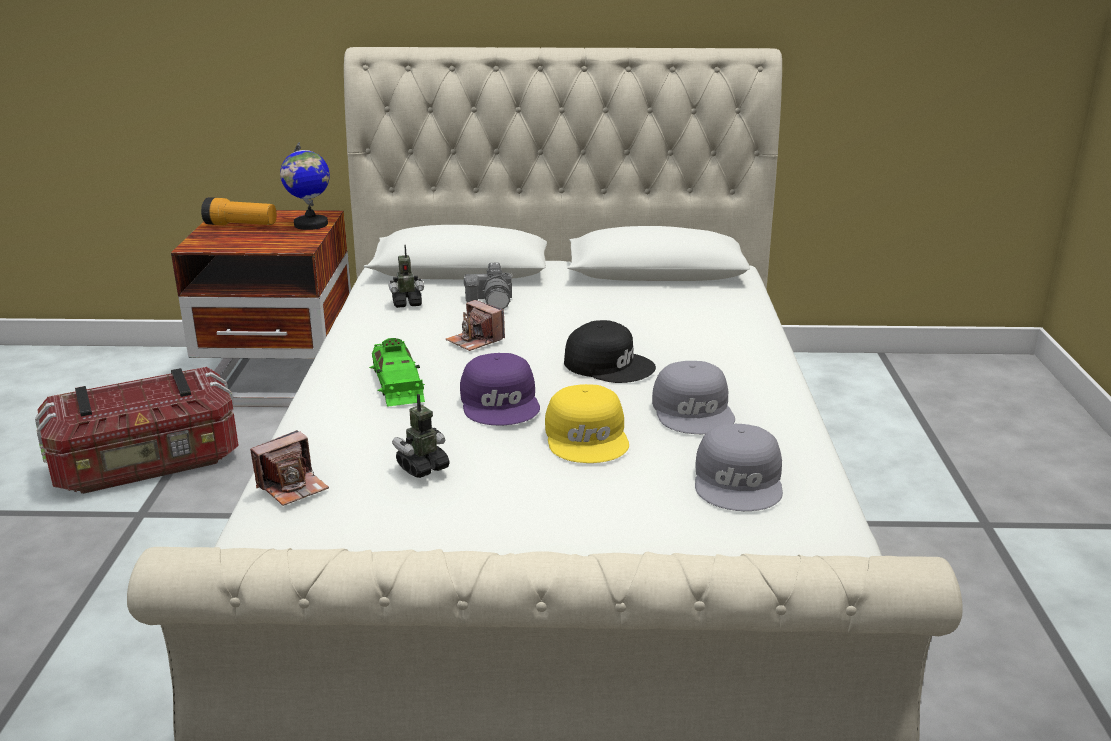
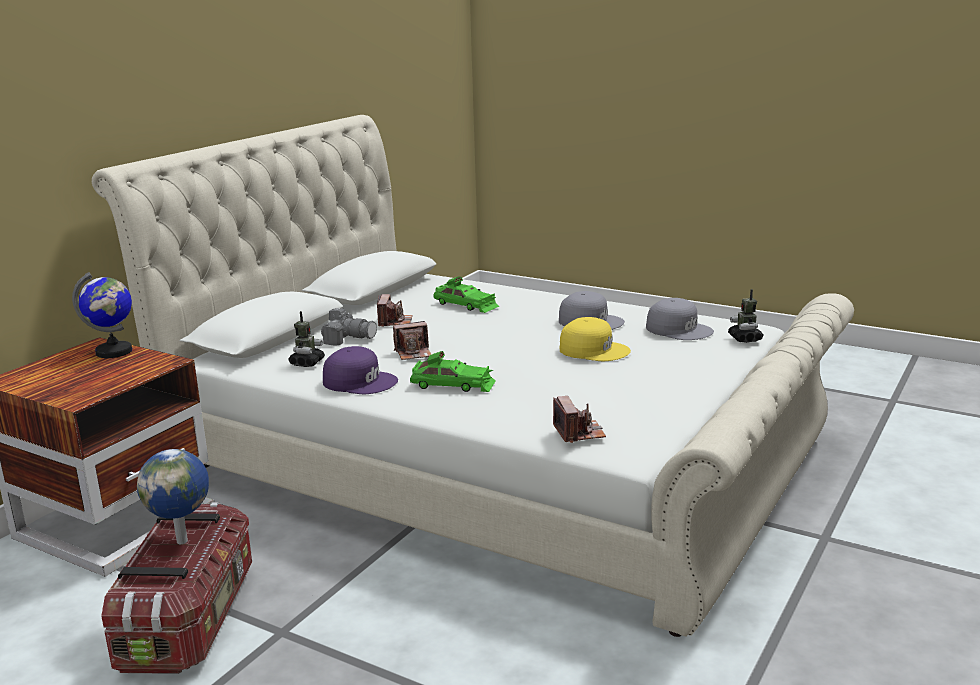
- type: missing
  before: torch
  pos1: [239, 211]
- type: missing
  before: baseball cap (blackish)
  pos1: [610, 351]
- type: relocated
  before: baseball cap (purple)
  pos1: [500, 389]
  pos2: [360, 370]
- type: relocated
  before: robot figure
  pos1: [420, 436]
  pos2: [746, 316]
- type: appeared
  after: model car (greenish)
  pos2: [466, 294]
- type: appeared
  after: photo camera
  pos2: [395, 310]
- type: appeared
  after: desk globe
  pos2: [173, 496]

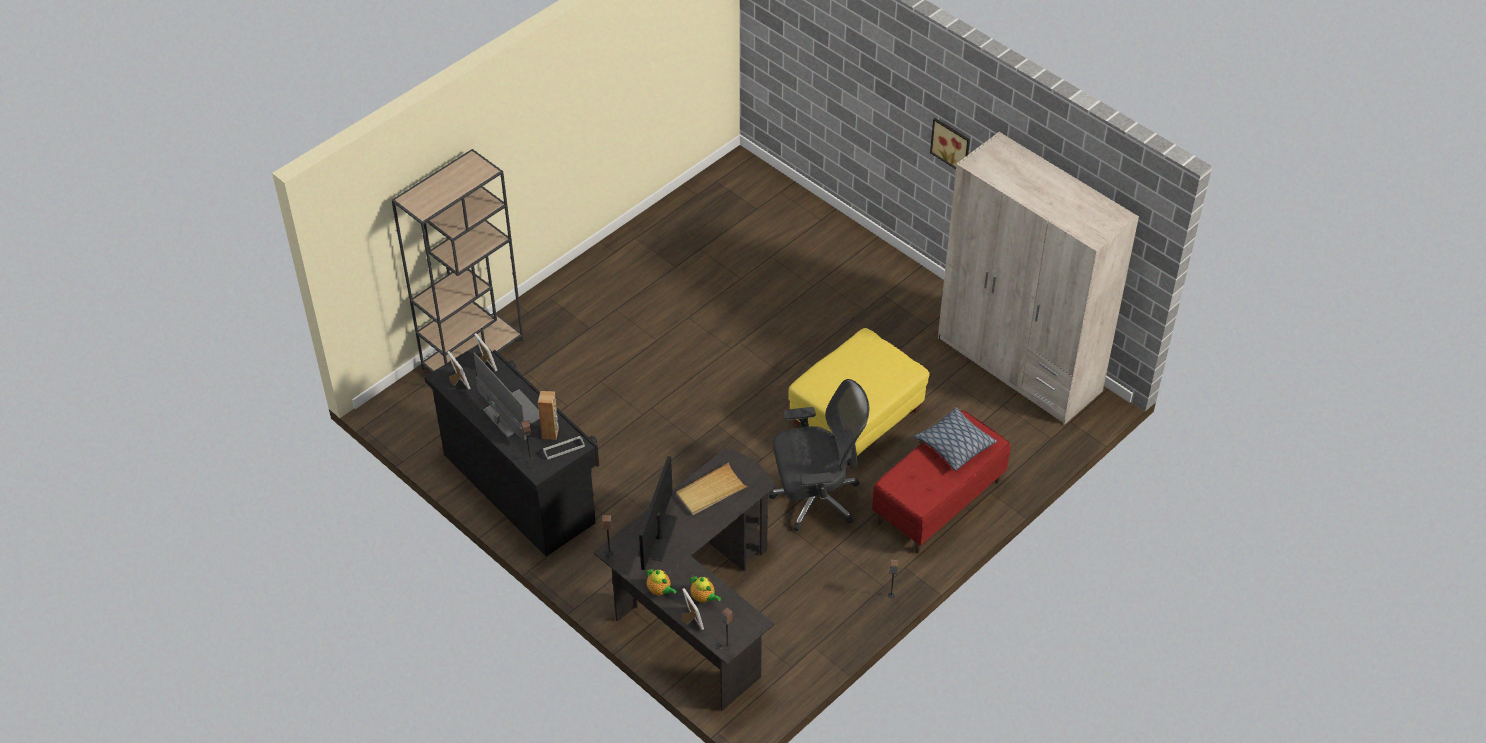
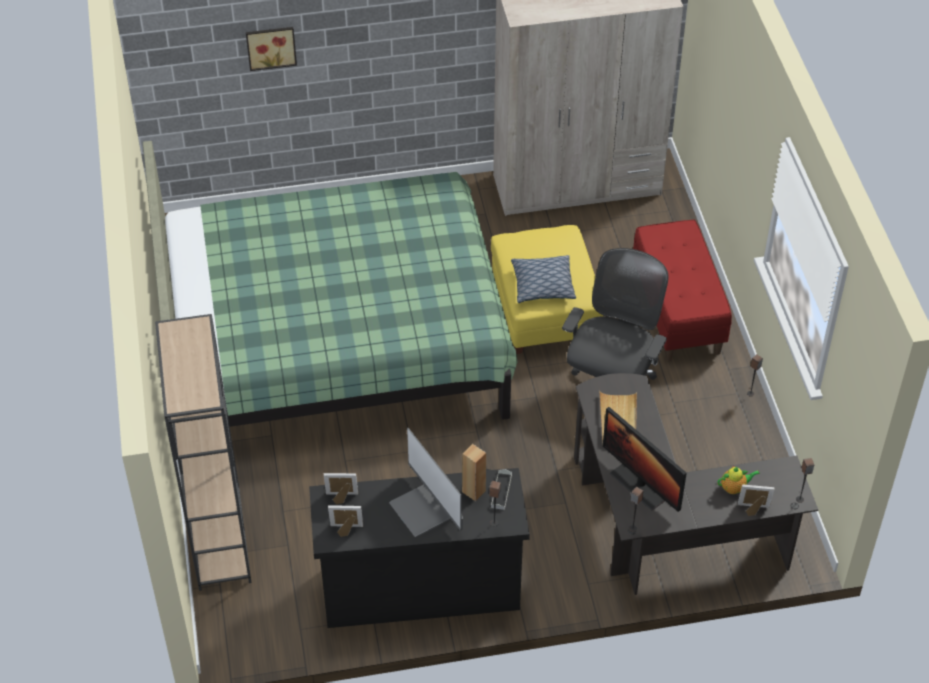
- type: relocated
  before: picture
  pos1: [950, 143]
  pos2: [271, 49]
- type: spun
  before: computer screen
  pos1: [507, 396]
  pos2: [426, 482]
  turn: -120
- type: relocated
  before: pillow
  pos1: [955, 439]
  pos2: [543, 279]
- type: missing
  before: pot for tea
  pos1: [661, 582]
- type: appeared
  after: bed (greenish)
  pos2: [330, 284]

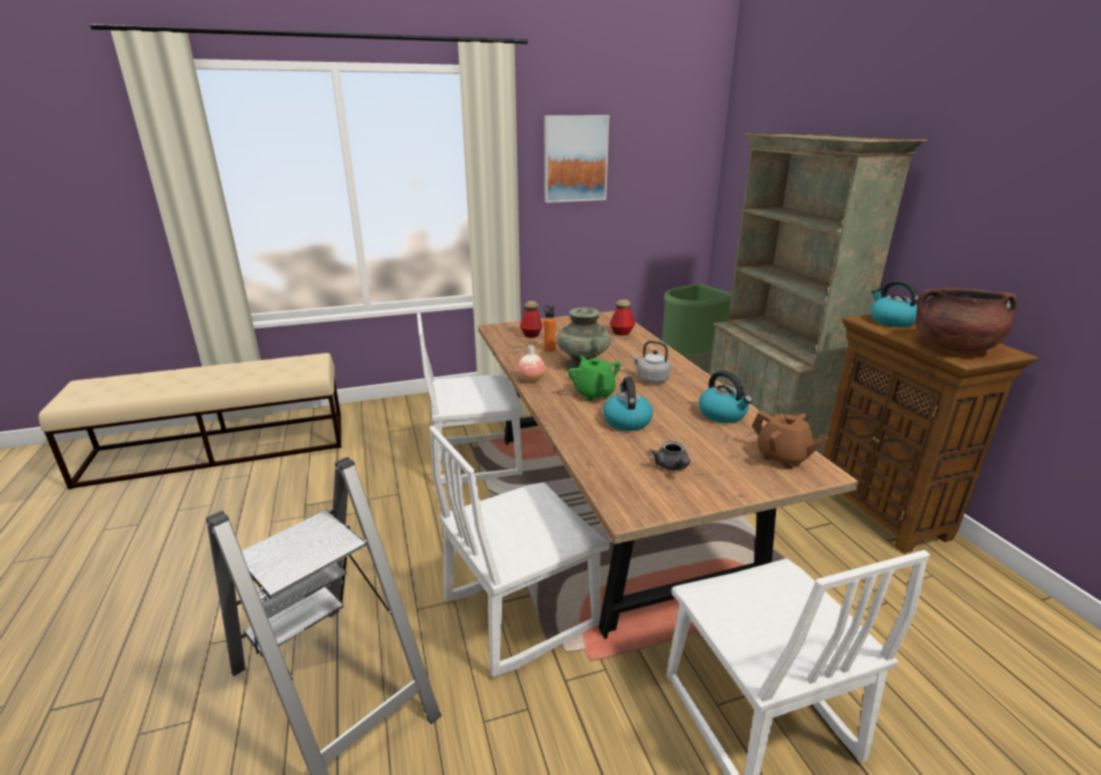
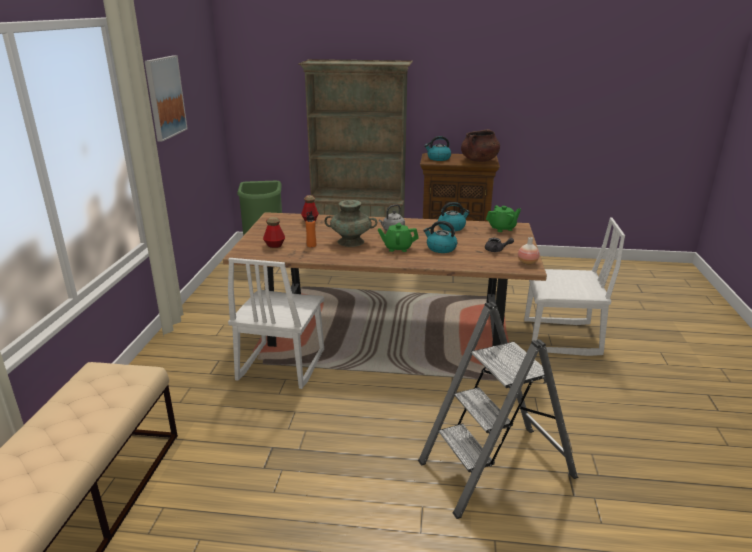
- type: relocated
  before: vase
  pos1: [531, 363]
  pos2: [529, 251]
- type: colour
  before: pot for tea (brown-coloured)
  after: pot for tea (greenish)
  pos1: [790, 439]
  pos2: [503, 218]
- type: missing
  before: plain chair (whitish)
  pos1: [519, 552]

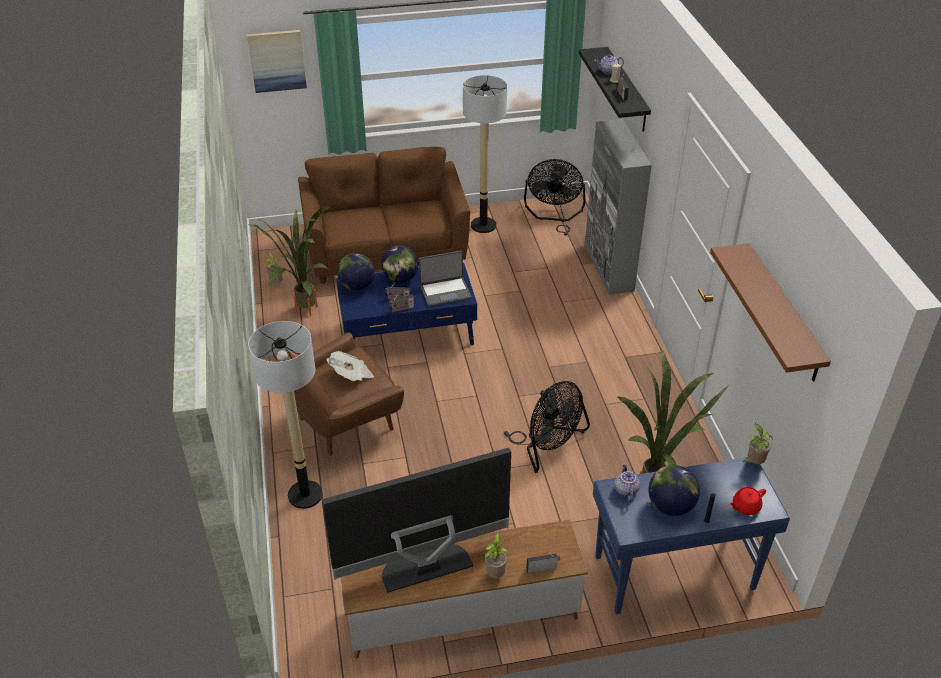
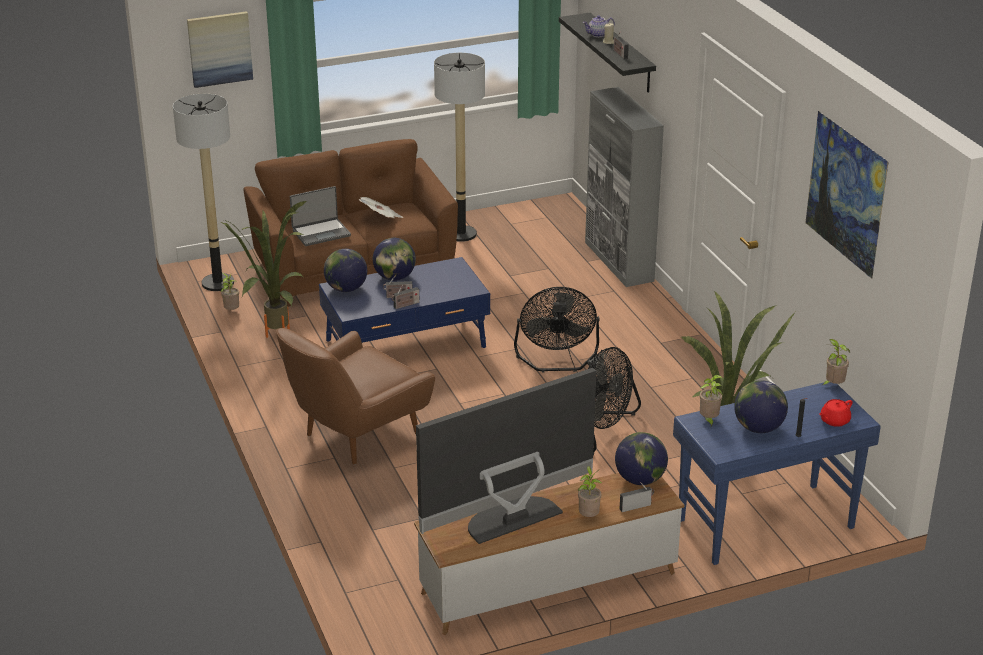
- type: relocated
  before: electric fan (blackish)
  pos1: [555, 197]
  pos2: [556, 330]
- type: exchanged
  before: wall shelf (brown-coloured)
  after: picture
  pos1: [770, 312]
  pos2: [847, 195]
- type: relocated
  before: laptop
  pos1: [445, 279]
  pos2: [320, 216]
- type: relocated
  before: standard lamp
  pos1: [285, 415]
  pos2: [203, 192]
- type: relocated
  before: newspaper
  pos1: [350, 366]
  pos2: [381, 207]
- type: exchanged
  before: pot for tea
  after: plant in a pot
  pos1: [627, 481]
  pos2: [711, 401]
- type: appeared
  after: desk globe
  pos2: [641, 458]

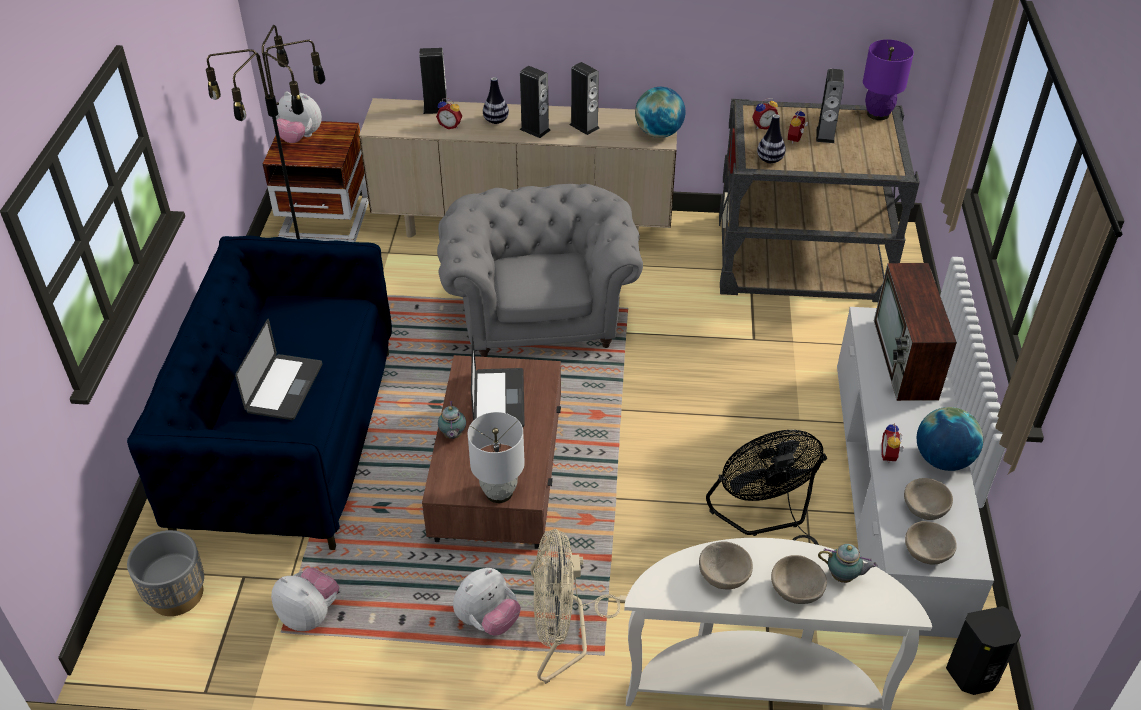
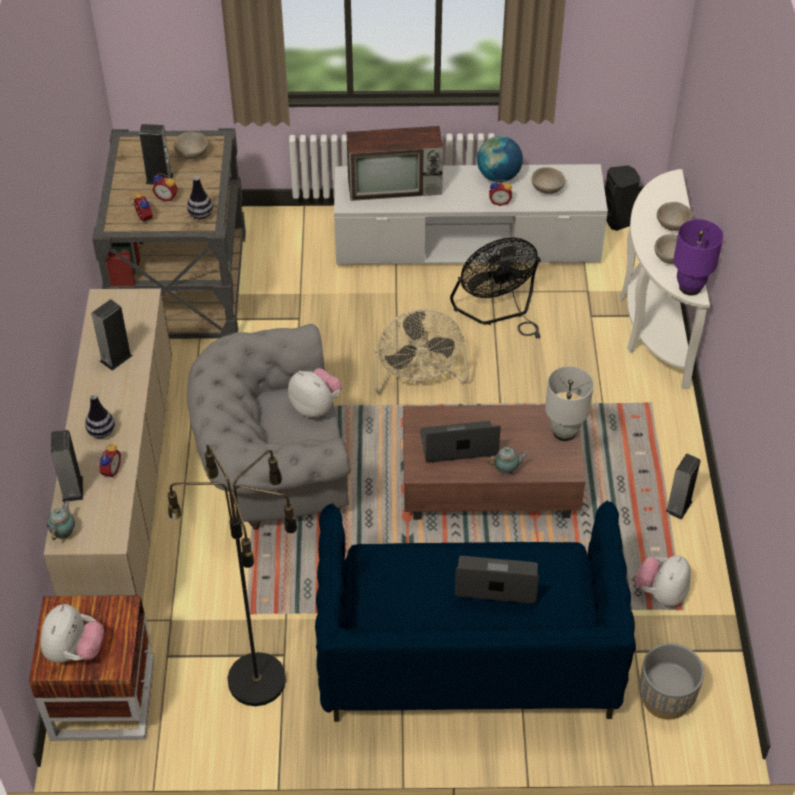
- type: relocated
  before: lamp for a table (purple)
  pos1: [888, 79]
  pos2: [698, 257]
- type: relocated
  before: speaker
  pos1: [535, 102]
  pos2: [683, 487]
- type: missing
  before: desk globe
  pos1: [660, 112]
- type: spun
  before: electric fan (blackish)
  pos1: [766, 487]
  pos2: [495, 288]
  turn: 90
- type: relocated
  before: deep dish (beige-coloured)
  pos1: [931, 543]
  pos2: [191, 145]
- type: relocated
  before: electric fan (beige-coloured)
  pos1: [578, 606]
  pos2: [421, 351]
- type: relocated
  before: pot for tea
  pos1: [848, 563]
  pos2: [61, 520]
- type: relocated
  before: cuddly toy
  pos1: [487, 602]
  pos2: [315, 392]

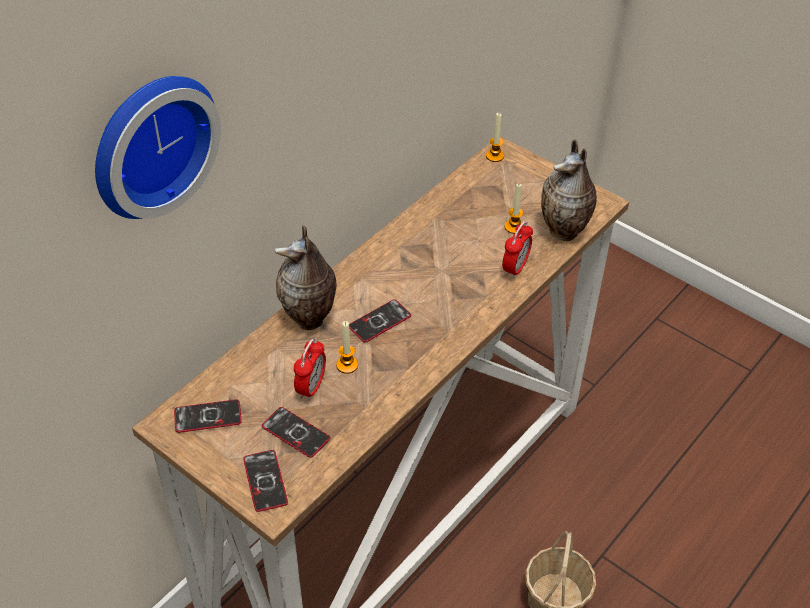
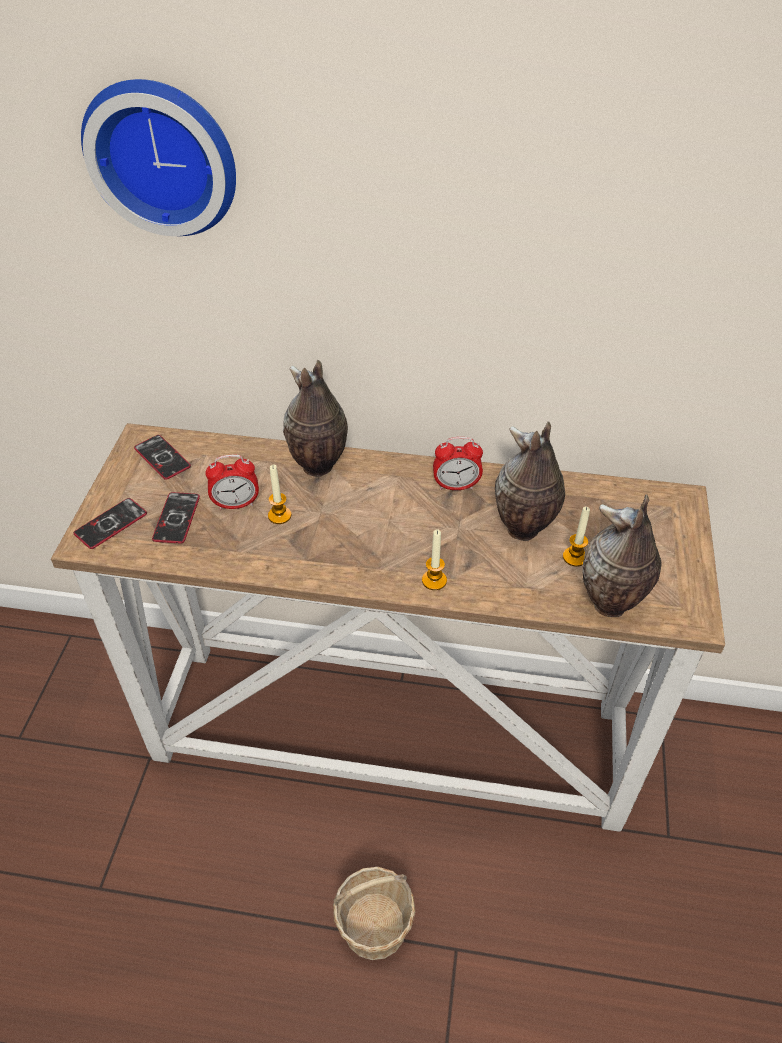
- type: relocated
  before: wax candle
  pos1: [495, 137]
  pos2: [434, 559]
- type: relocated
  before: bedside clock
  pos1: [517, 250]
  pos2: [458, 463]
- type: missing
  before: handset
  pos1: [380, 321]
- type: appeared
  after: vase
  pos2: [530, 481]

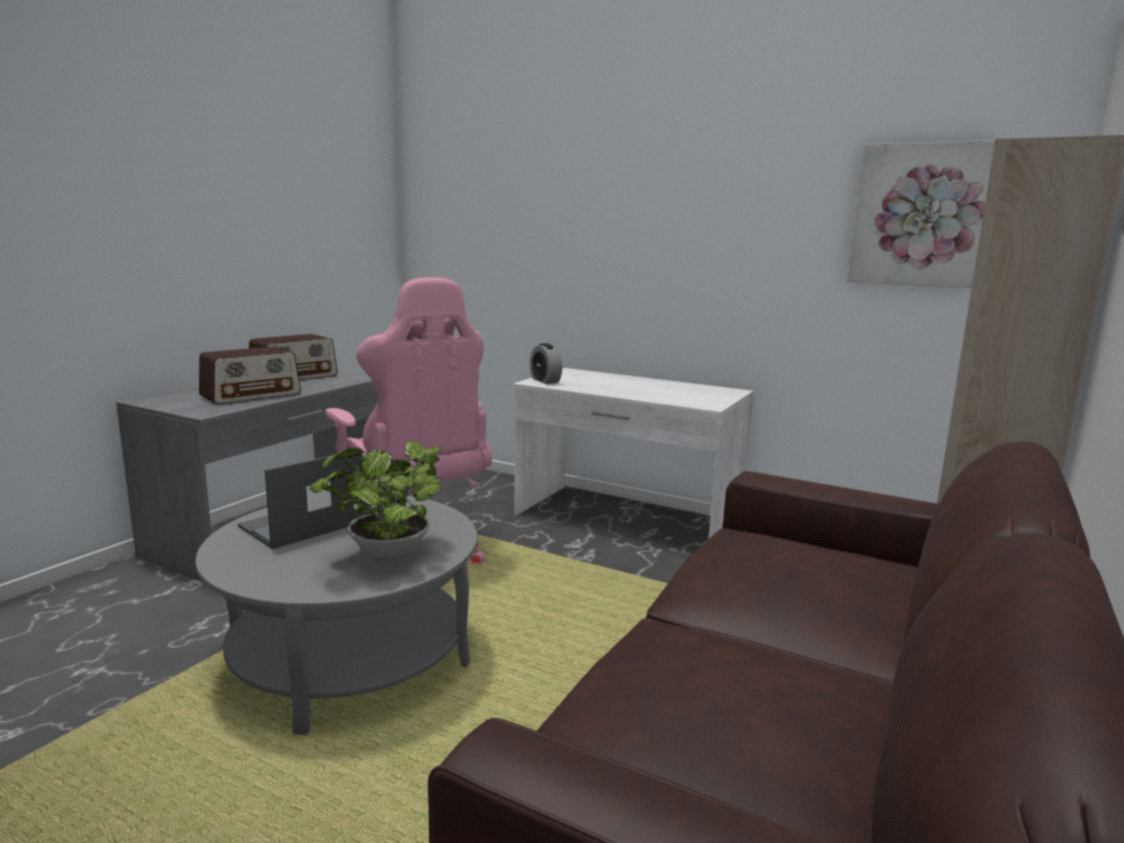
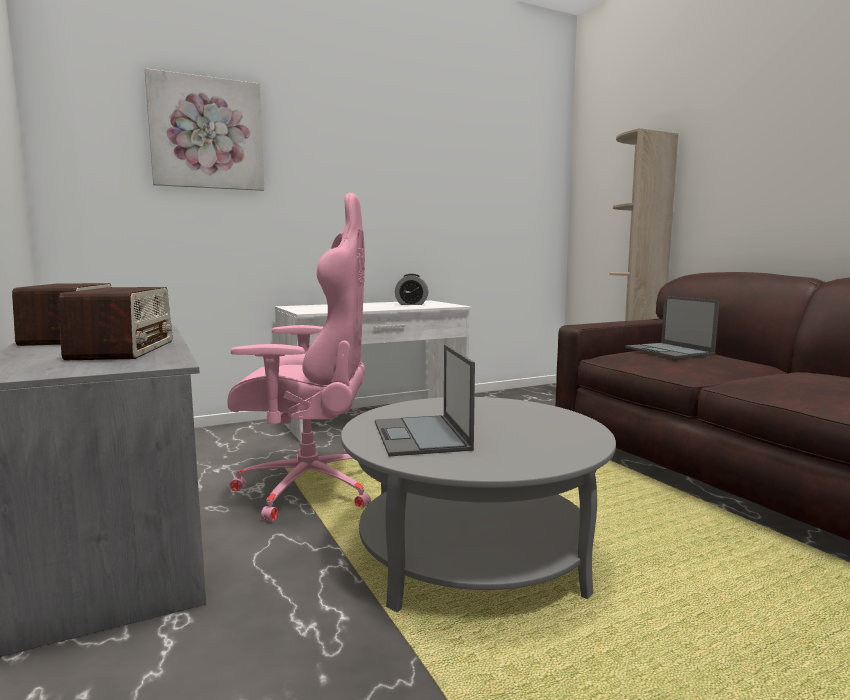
- type: relocated
  before: picture
  pos1: [921, 214]
  pos2: [204, 129]
- type: relocated
  before: bedside clock
  pos1: [546, 363]
  pos2: [411, 289]
- type: missing
  before: plant in a pot
  pos1: [376, 501]
- type: appeared
  after: laptop
  pos2: [672, 327]

